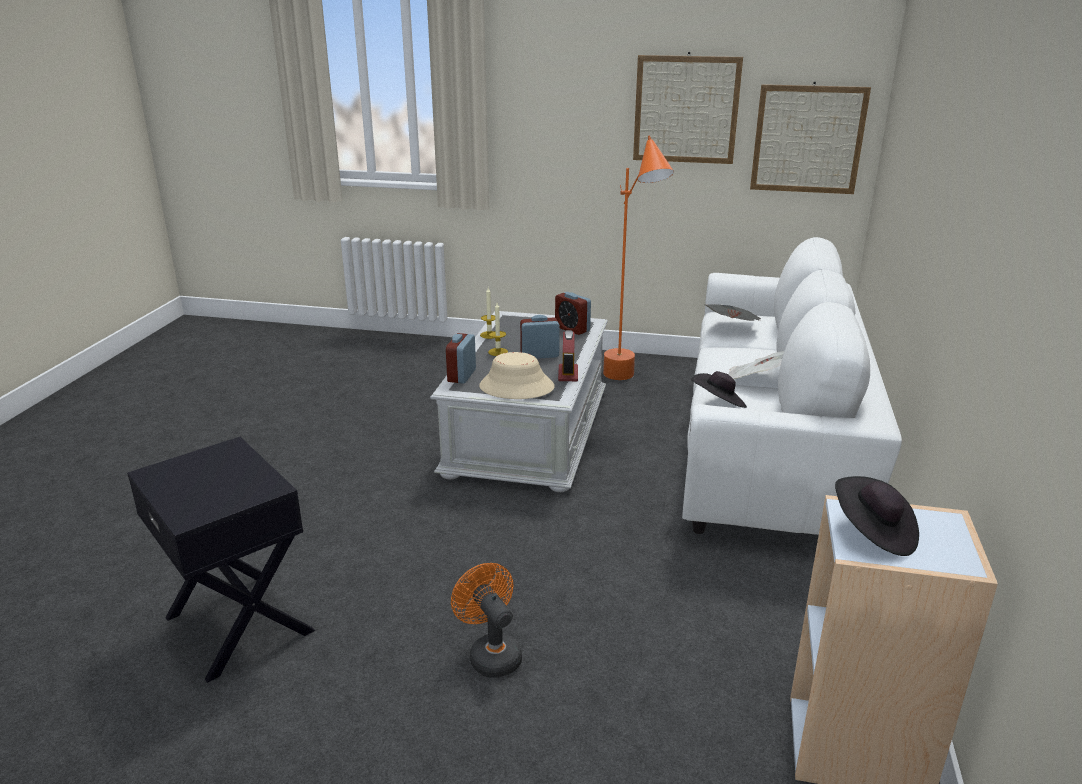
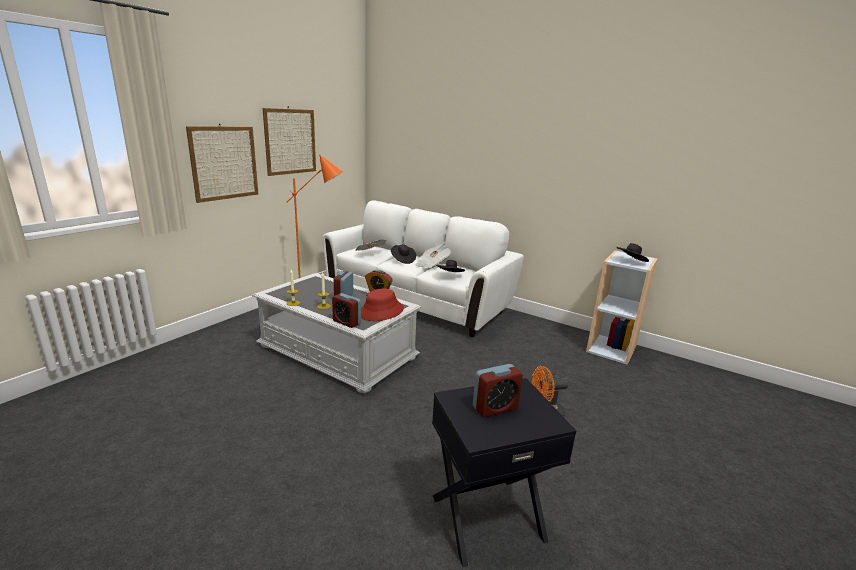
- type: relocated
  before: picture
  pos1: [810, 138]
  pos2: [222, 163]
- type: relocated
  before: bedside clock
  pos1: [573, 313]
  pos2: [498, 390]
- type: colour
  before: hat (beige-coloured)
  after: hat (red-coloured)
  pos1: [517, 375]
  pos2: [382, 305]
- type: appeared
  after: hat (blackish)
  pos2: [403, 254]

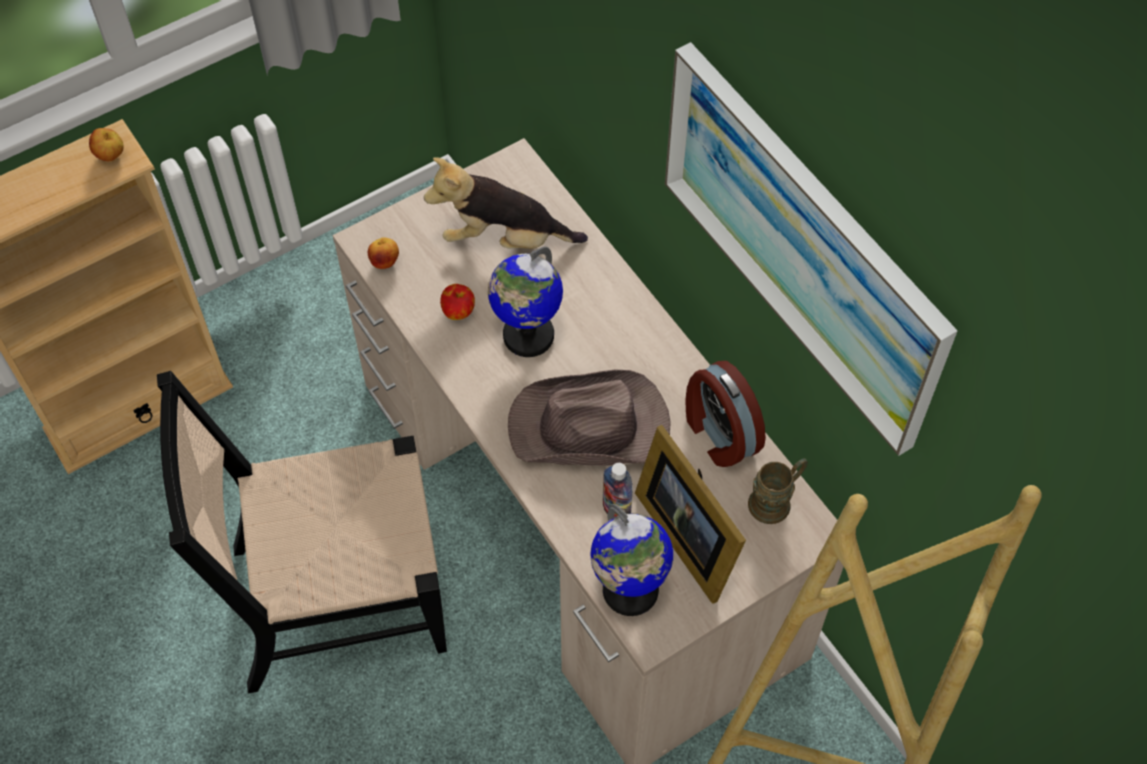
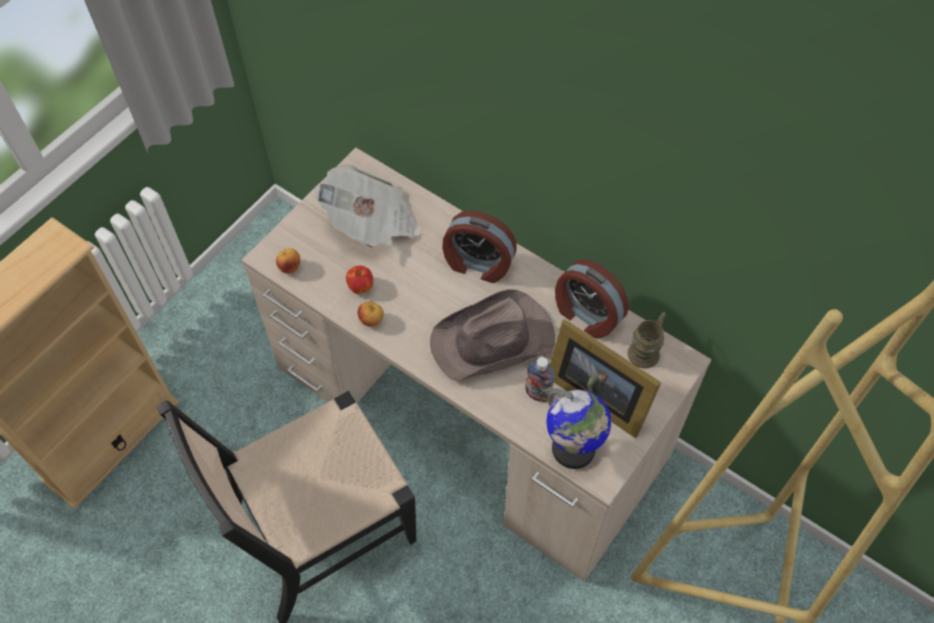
- type: missing
  before: picture
  pos1: [811, 249]
- type: relocated
  before: apple
  pos1: [106, 144]
  pos2: [371, 313]
- type: exchanged
  before: cuddly toy
  after: newspaper
  pos1: [506, 203]
  pos2: [368, 206]
- type: missing
  before: desk globe
  pos1: [525, 302]
- type: appeared
  after: bedside clock
  pos2: [479, 247]

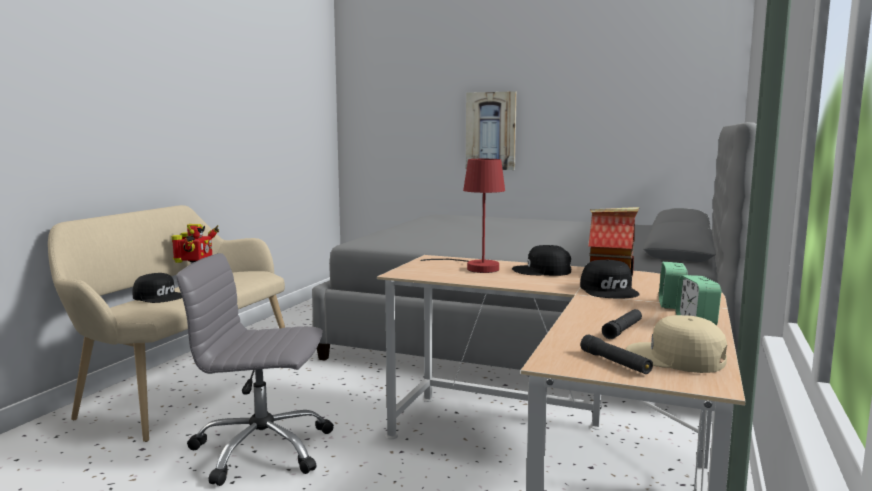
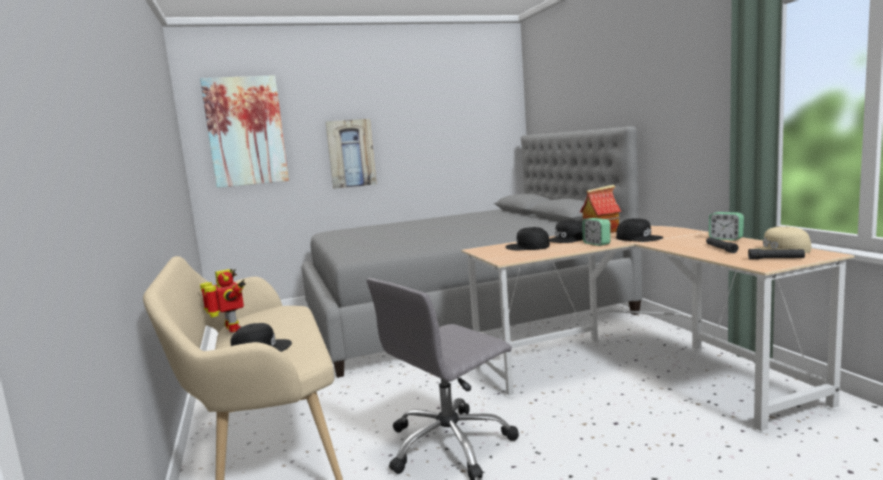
- type: exchanged
  before: lamp for a table (red-coloured)
  after: baseball cap (blackish)
  pos1: [462, 216]
  pos2: [527, 239]
- type: relocated
  before: bedside clock
  pos1: [673, 285]
  pos2: [597, 232]
- type: appeared
  after: picture
  pos2: [244, 131]

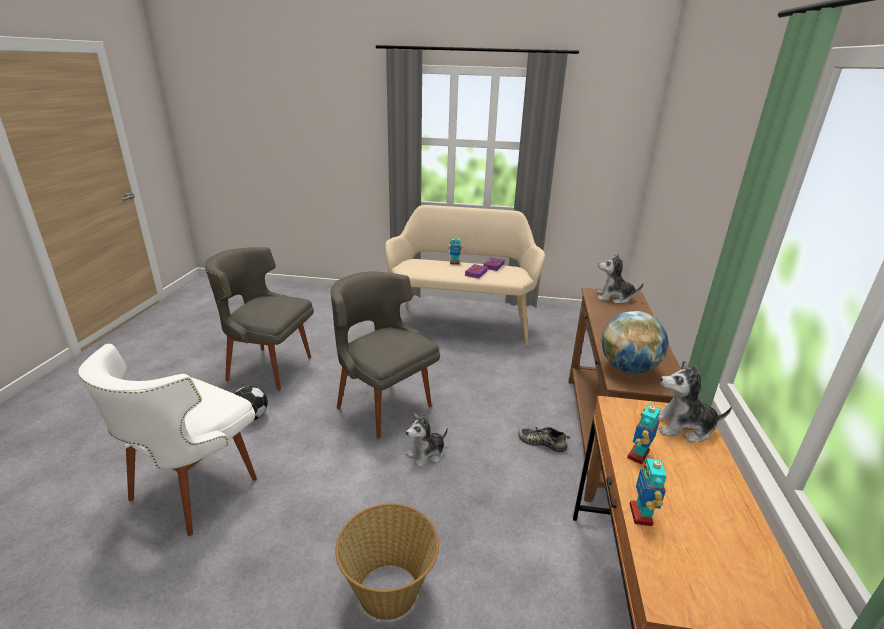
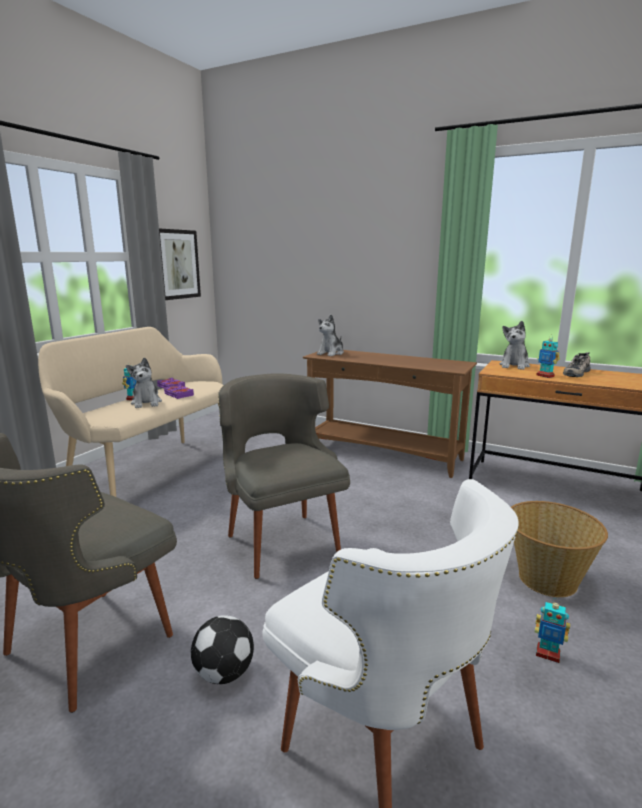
- type: spun
  before: plain chair (gray)
  pos1: [385, 355]
  pos2: [284, 476]
  turn: 90
- type: missing
  before: desk globe
  pos1: [635, 342]
- type: relocated
  before: cuddly toy
  pos1: [427, 440]
  pos2: [144, 383]
- type: relocated
  before: item of footwear
  pos1: [544, 440]
  pos2: [576, 364]
- type: relocated
  before: robot figure
  pos1: [648, 490]
  pos2: [552, 630]
- type: appeared
  after: picture
  pos2: [180, 264]

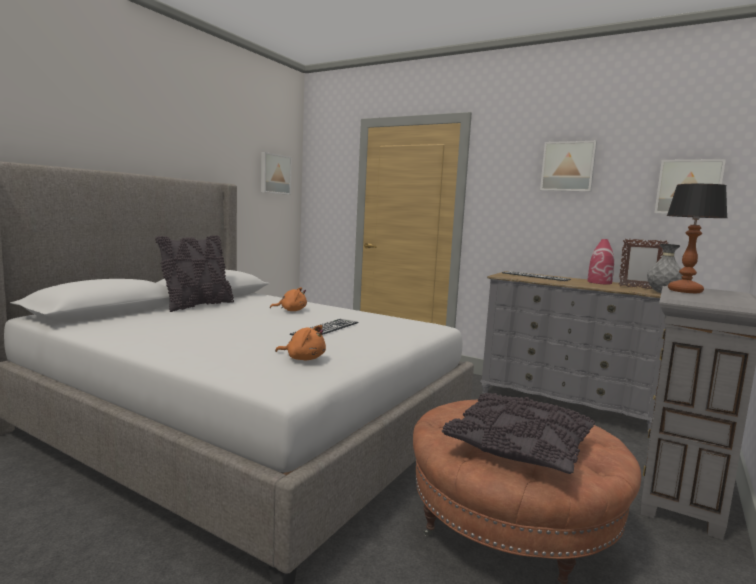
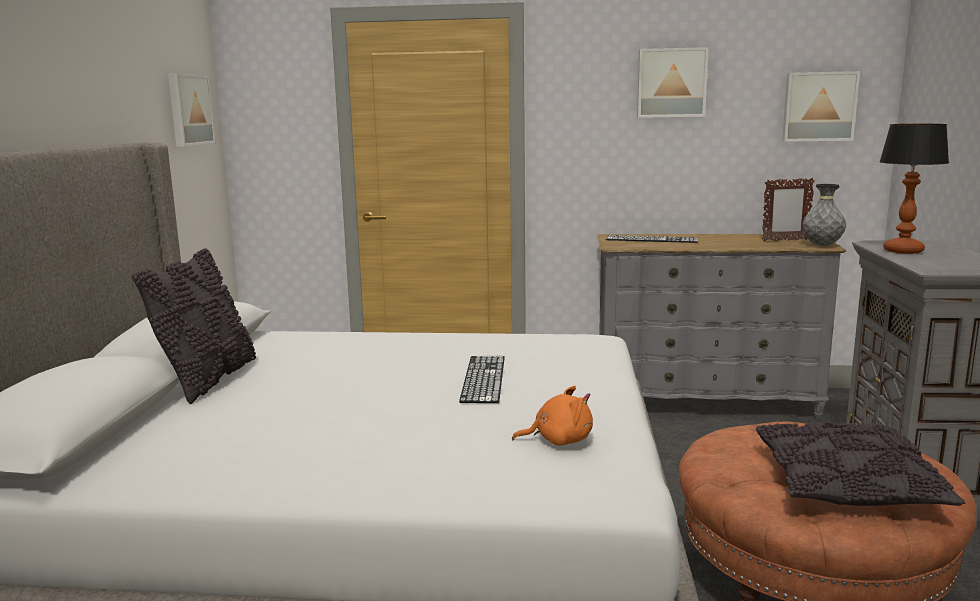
- type: missing
  before: vase (red-coloured)
  pos1: [600, 262]
- type: missing
  before: cuddly toy (orange-coloured)
  pos1: [288, 299]

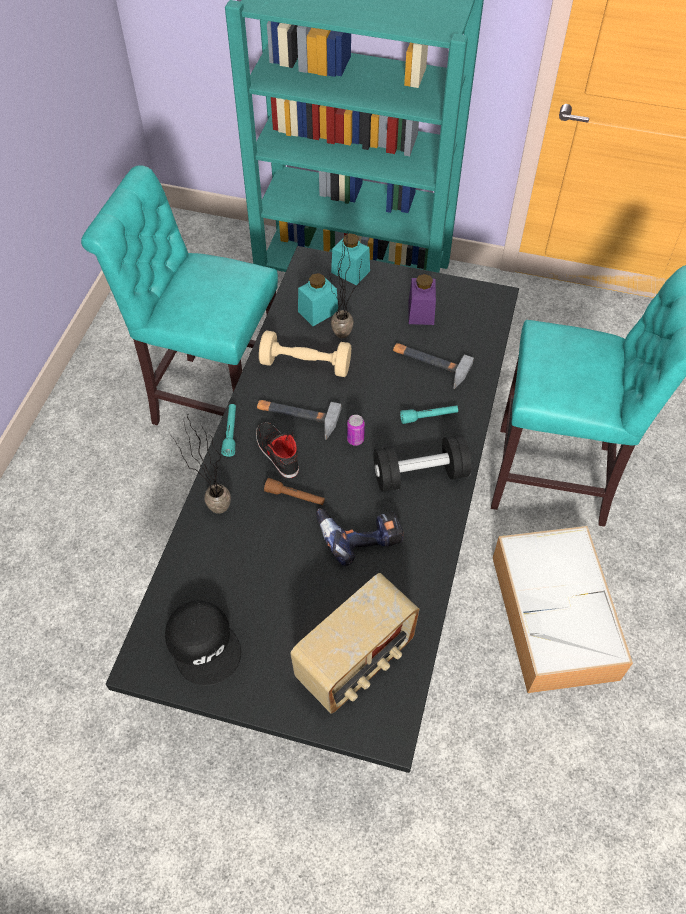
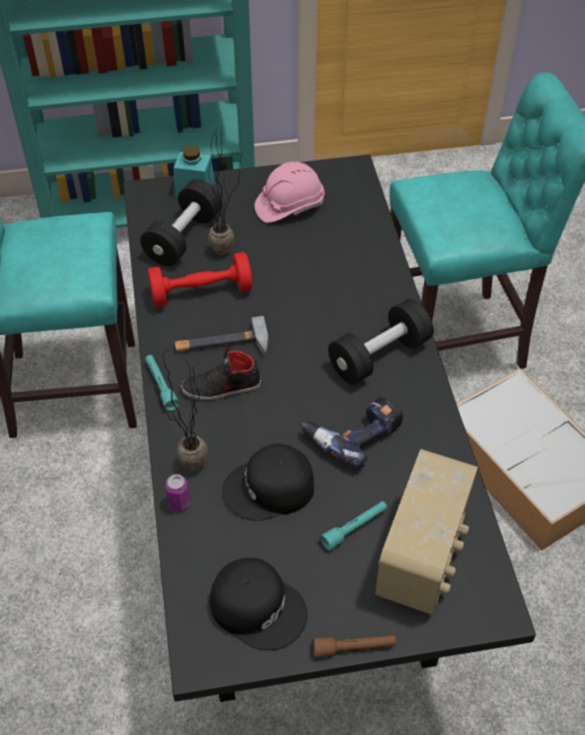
- type: exchanged
  before: storage jar (blue-green)
  after: free weight (blackish)
  pos1: [318, 299]
  pos2: [181, 222]
- type: exchanged
  before: storage jar (purple)
  after: work helmet (pink)
  pos1: [422, 299]
  pos2: [289, 192]
- type: colour
  before: free weight (beige-coloured)
  after: free weight (red-coloured)
  pos1: [305, 353]
  pos2: [200, 279]
- type: missing
  before: hand hammer
  pos1: [433, 366]
- type: relocated
  before: torch (blue-green)
  pos1: [429, 414]
  pos2: [353, 526]
- type: relocated
  before: can
  pos1: [356, 430]
  pos2: [177, 493]
- type: spun
  before: item of footwear (blackish)
  pos1: [277, 450]
  pos2: [221, 374]
  turn: -45
- type: relocated
  before: torch (brown-coloured)
  pos1: [294, 491]
  pos2: [354, 646]
- type: appeared
  after: baseball cap (blackish)
  pos2: [268, 482]

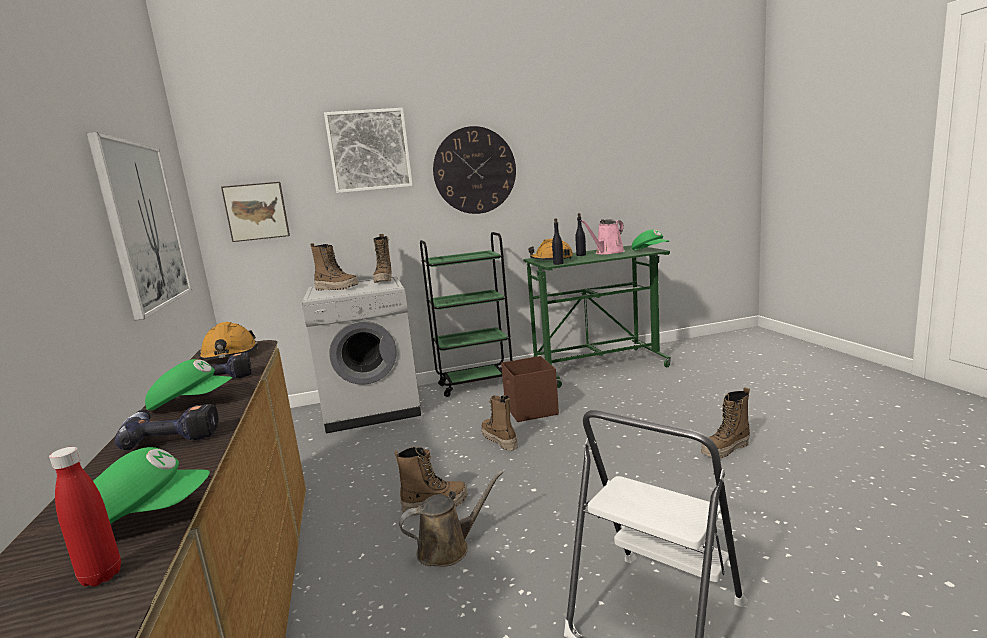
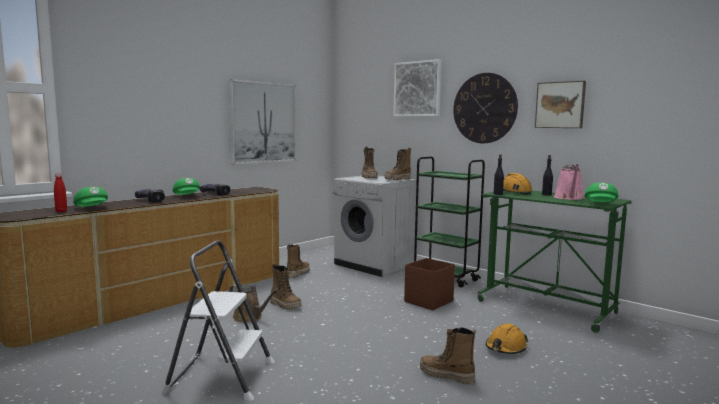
- type: relocated
  before: picture
  pos1: [255, 212]
  pos2: [560, 104]
- type: spun
  before: sprinkling can (pink)
  pos1: [603, 237]
  pos2: [569, 182]
  turn: -90
- type: relocated
  before: work helmet (orange-coloured)
  pos1: [228, 341]
  pos2: [507, 339]
- type: relocated
  before: tall boot
  pos1: [499, 423]
  pos2: [298, 261]

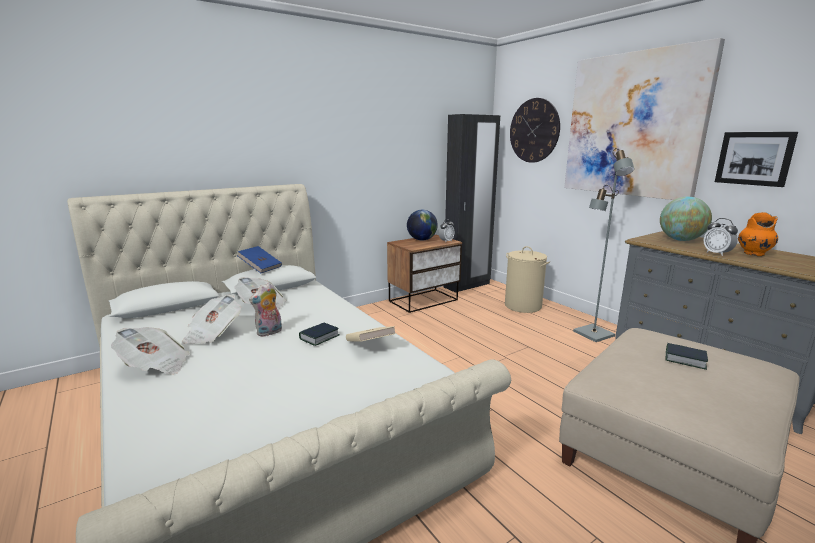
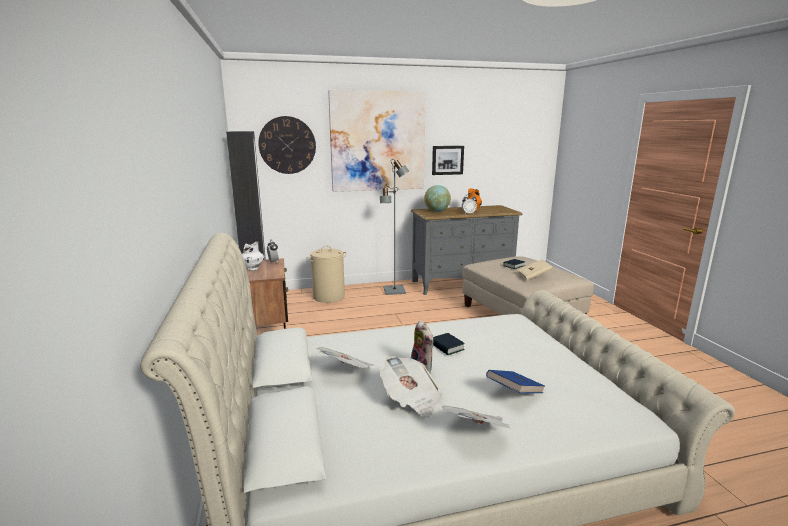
- type: exchanged
  before: desk globe
  after: vase (whitish)
  pos1: [422, 225]
  pos2: [253, 256]
- type: relocated
  before: bound book (blue-coloured)
  pos1: [259, 259]
  pos2: [515, 381]
- type: relocated
  before: bound book (beige-coloured)
  pos1: [371, 334]
  pos2: [535, 269]

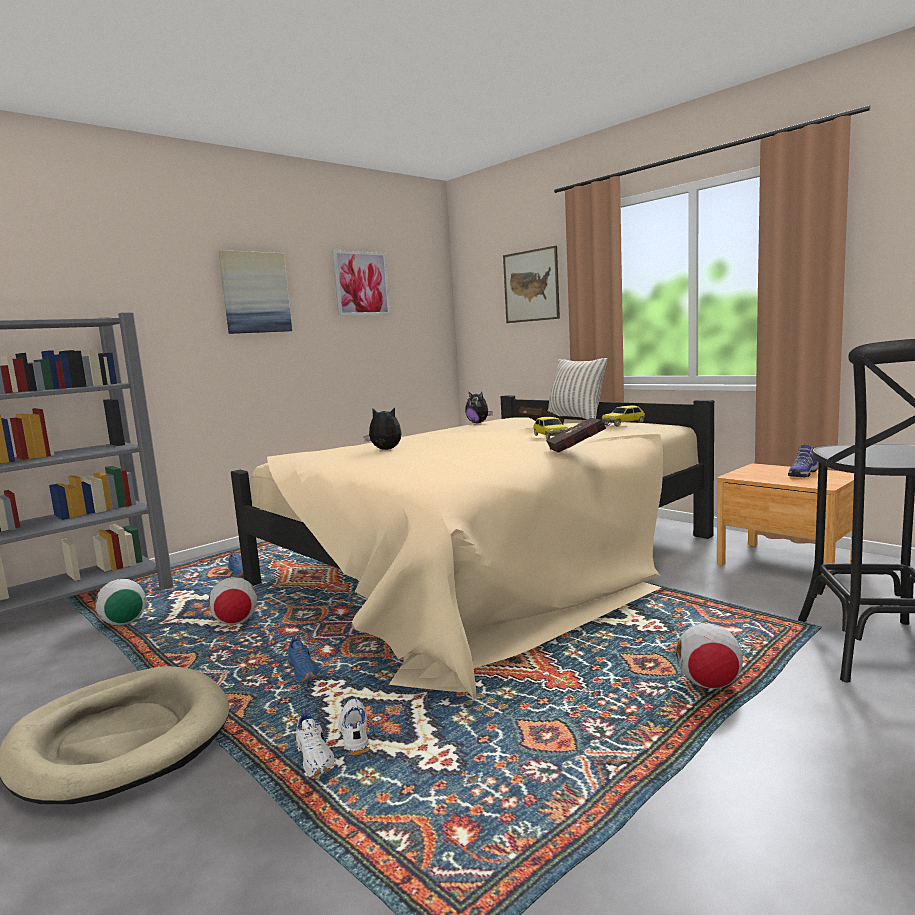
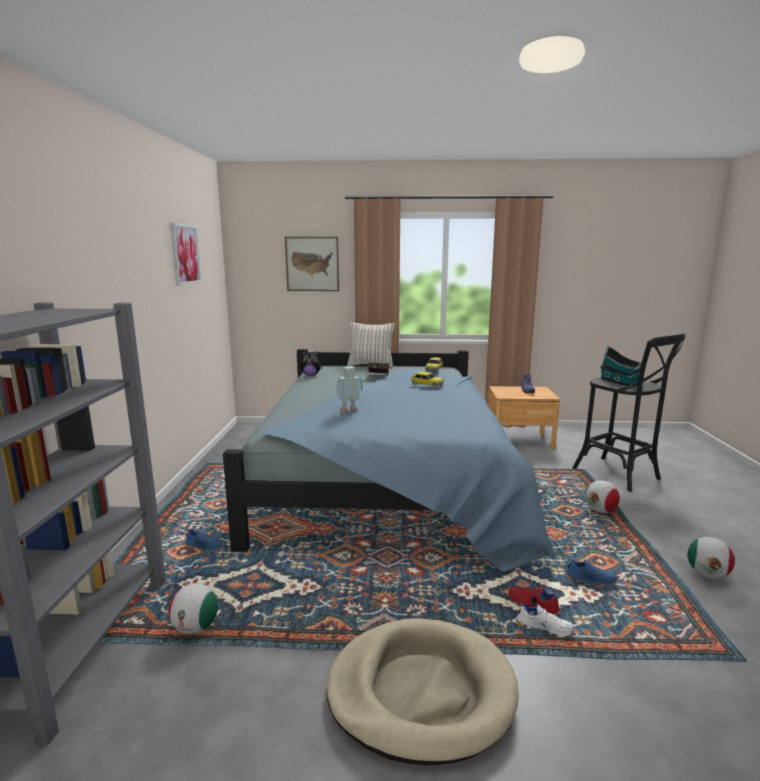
- type: missing
  before: picture
  pos1: [255, 292]
- type: colour
  before: bed (beige-coloured)
  after: bed (blue-coloured)
  pos1: [472, 547]
  pos2: [389, 460]
- type: exchanged
  before: cuddly toy
  after: robot figure
  pos1: [383, 429]
  pos2: [349, 389]
- type: missing
  before: bound book (red-coloured)
  pos1: [578, 435]
- type: relocated
  before: football ball
  pos1: [232, 601]
  pos2: [711, 557]
- type: relocated
  before: item of footwear (blue-coloured)
  pos1: [303, 658]
  pos2: [591, 572]
- type: colour
  before: item of footwear (whitish)
  after: item of footwear (red-coloured)
  pos1: [354, 727]
  pos2: [534, 601]
- type: appeared
  after: model house
  pos2: [620, 366]

